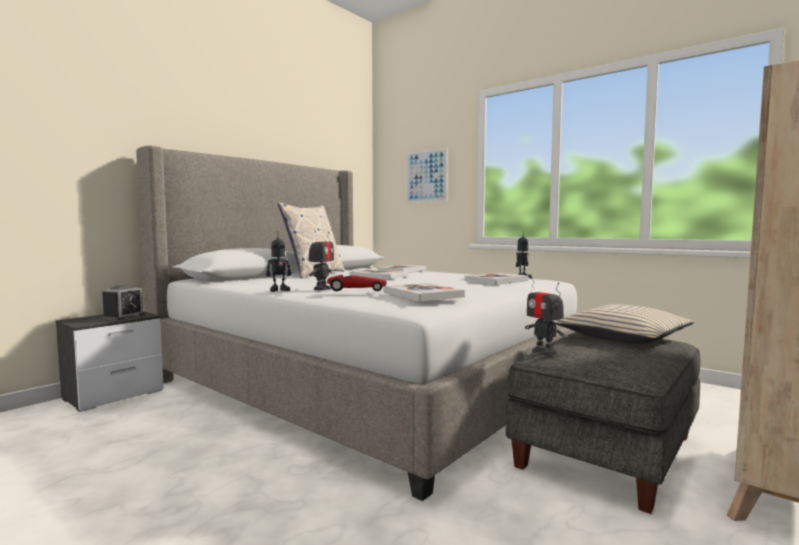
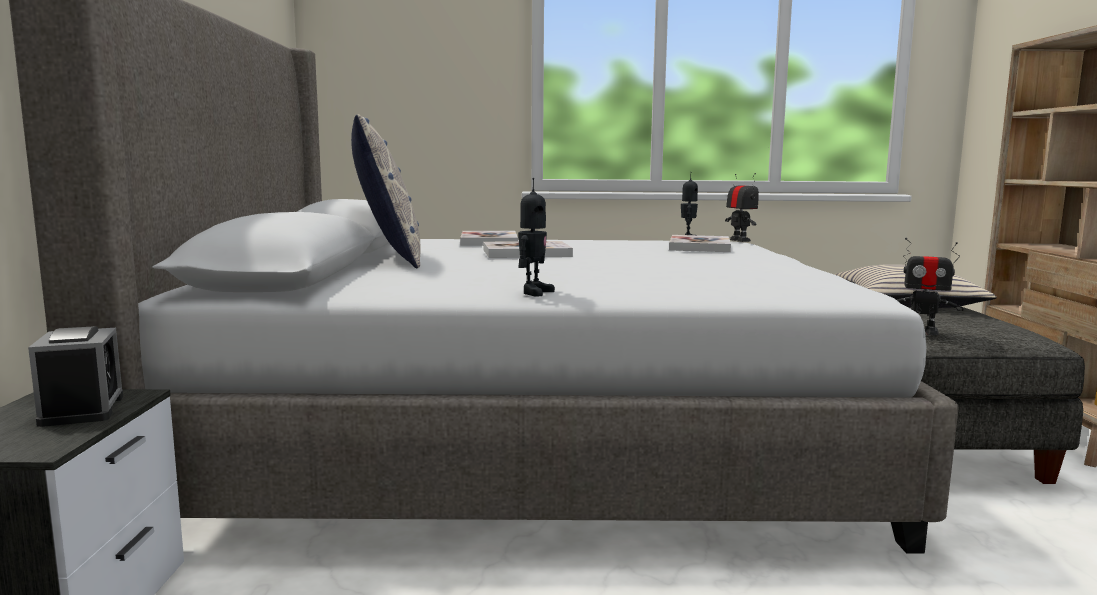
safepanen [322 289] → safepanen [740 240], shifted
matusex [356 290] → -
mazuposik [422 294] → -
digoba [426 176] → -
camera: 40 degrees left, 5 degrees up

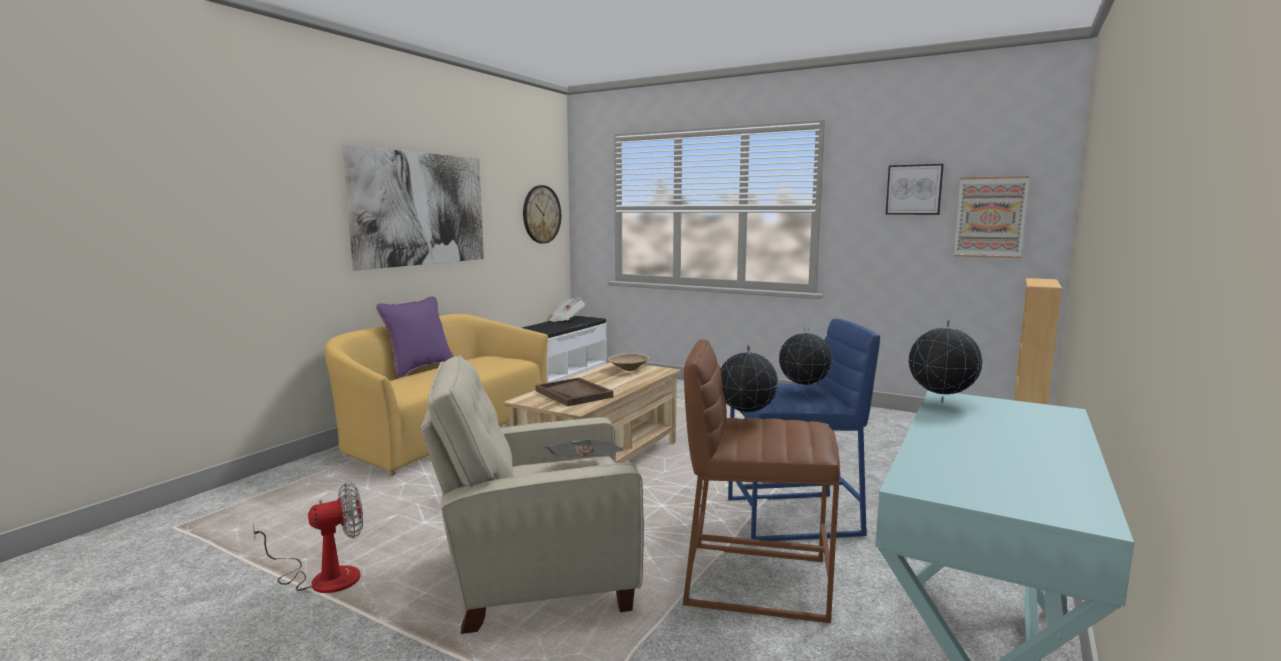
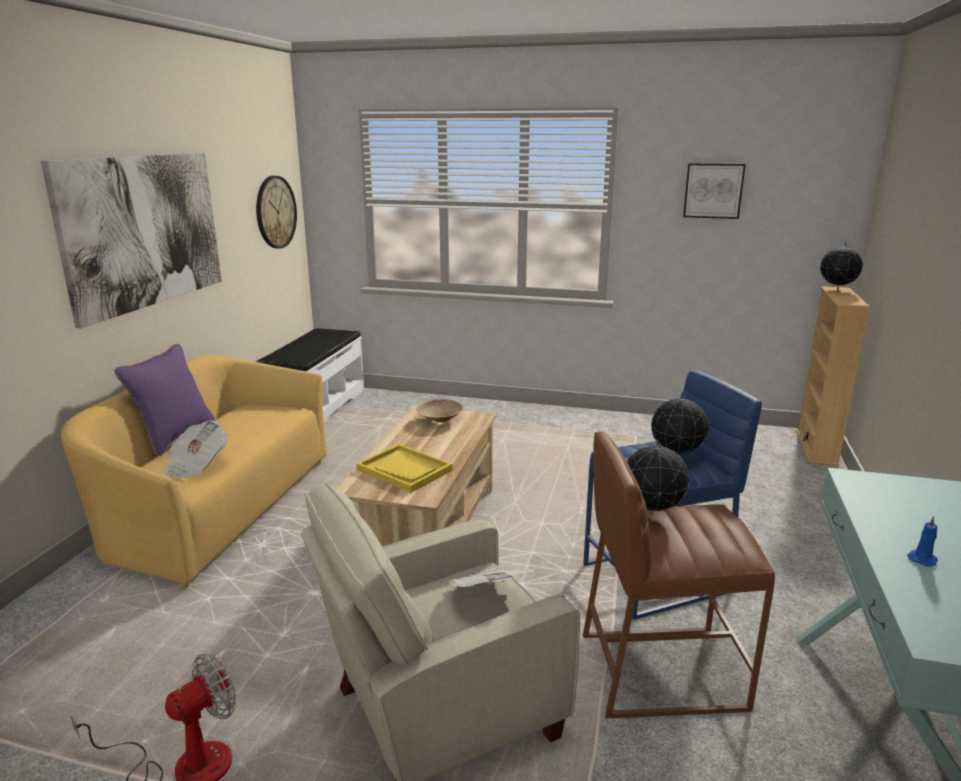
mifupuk [566 319] → mifupuk [196 466], shifted
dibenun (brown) [574 394] → dibenun (yellow) [404 470]
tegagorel [940 402] → tegagorel [836 290], shifted
- → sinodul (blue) [922 559]
digoba [990 217] → -
camera: 15 degrees left, 10 degrees up

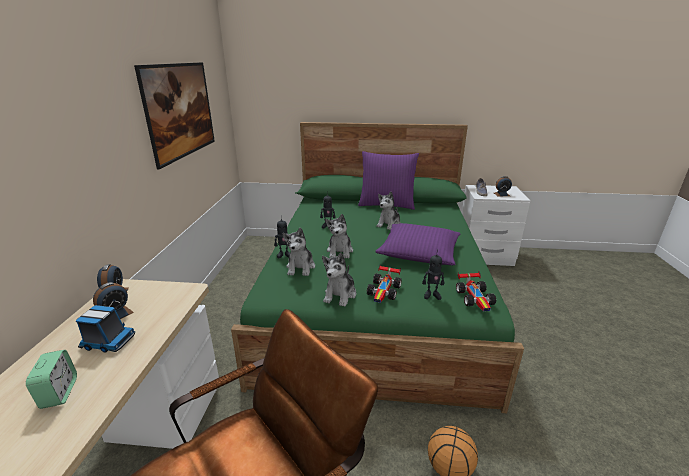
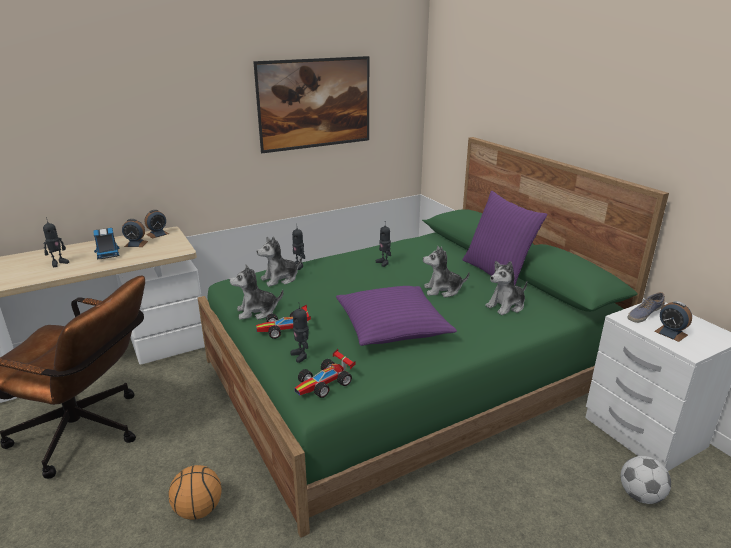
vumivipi [59 393] → safepanen [58 263]
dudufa [340 251] → dudufa [506 306], shifted
- → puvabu [640 495]
camera: 55 degrees right, 0 degrees up

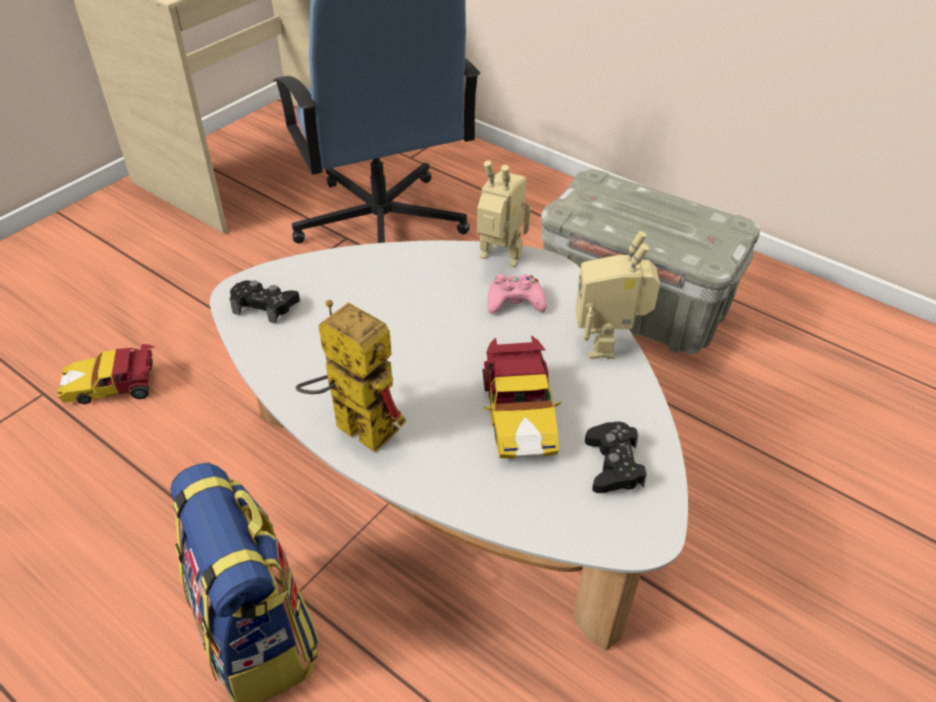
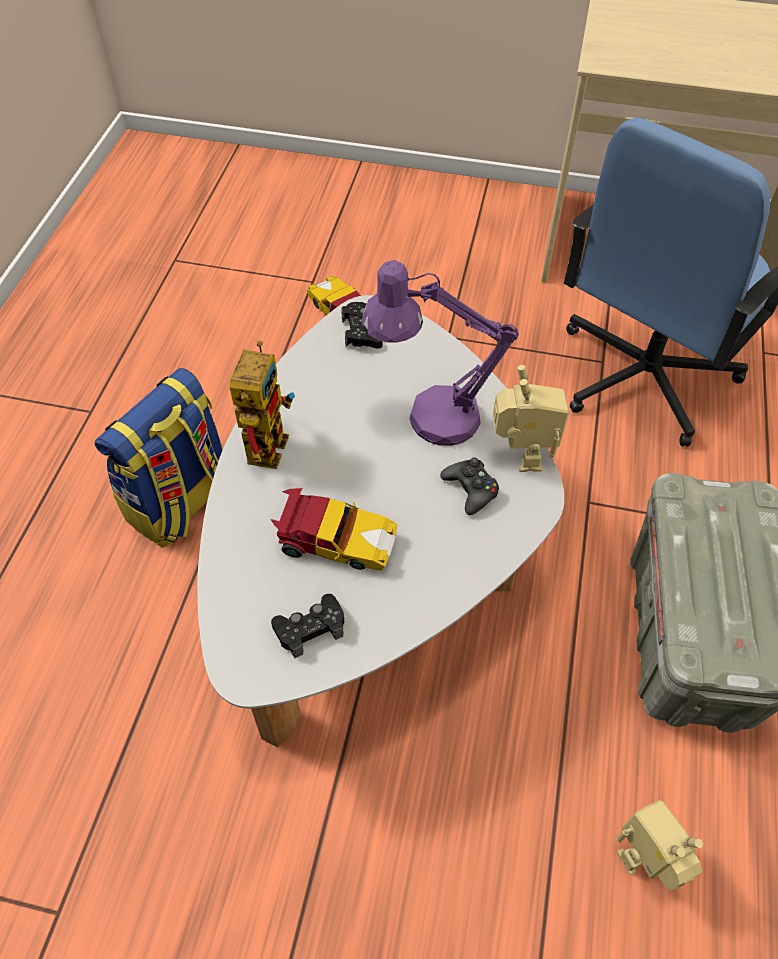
matusex [519 413] → matusex [334 541], 135 degrees counterclockwise
- → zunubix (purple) [428 417]
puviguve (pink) [515 301] → puviguve (black) [471 489]
safepanen [607 344] → safepanen [645 862], shifted
camera: 65 degrees right, 10 degrees up

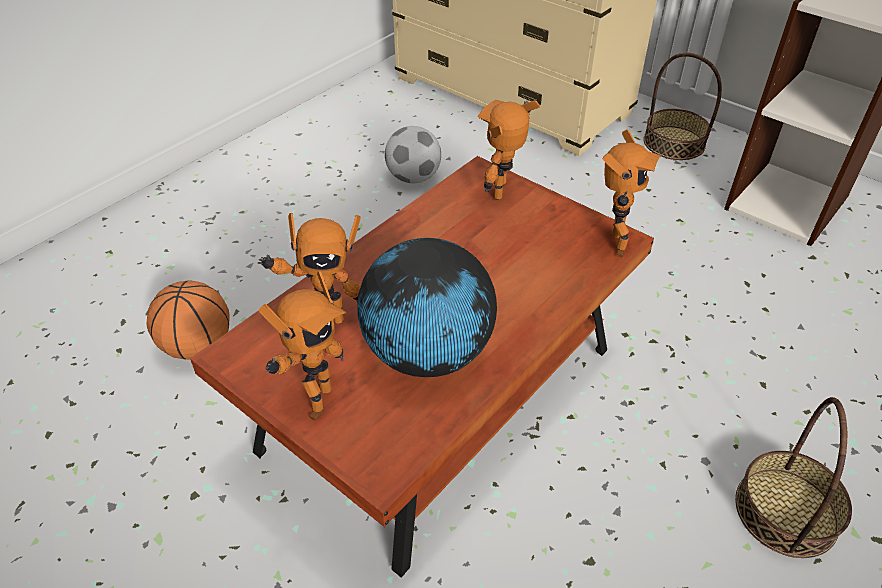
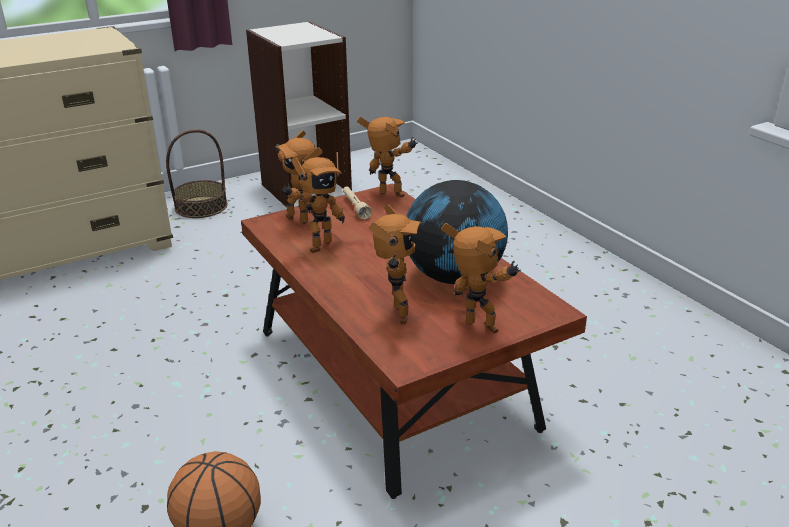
- → safepanen [317 245]
- → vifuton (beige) [355 207]
puvabu [413 177] → -
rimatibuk [786 512] → -
camera: 70 degrees left, 15 degrees down

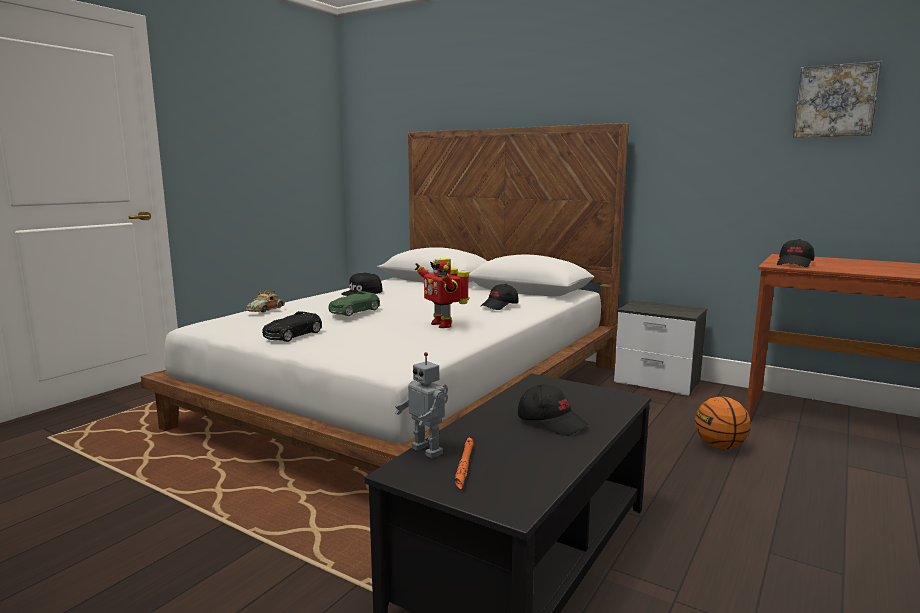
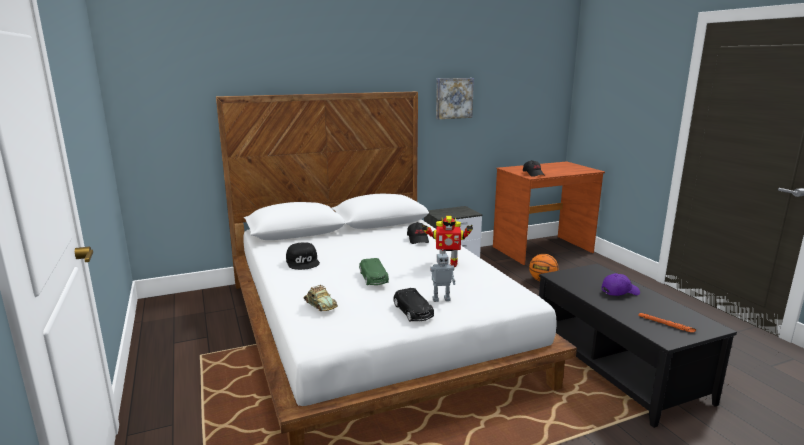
safepanen [428 450] → safepanen [441 299], shifted
digoba [835 101] → digoba [453 98], shifted
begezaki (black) [551 422] → begezaki (purple) [619 292]
camera: 55 degrees left, 5 degrees up

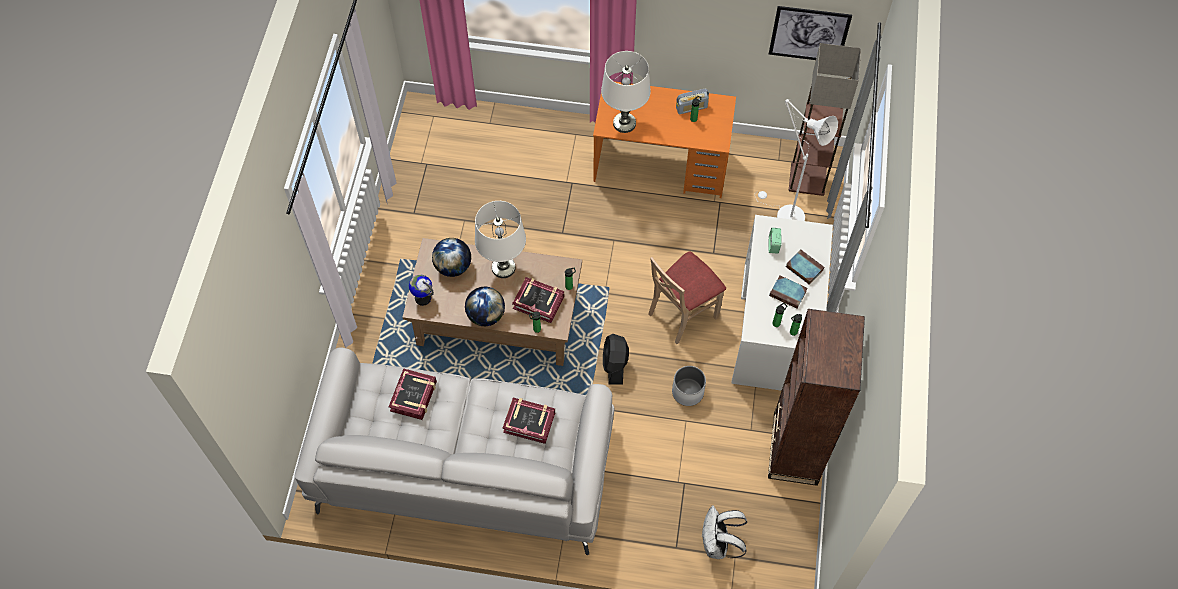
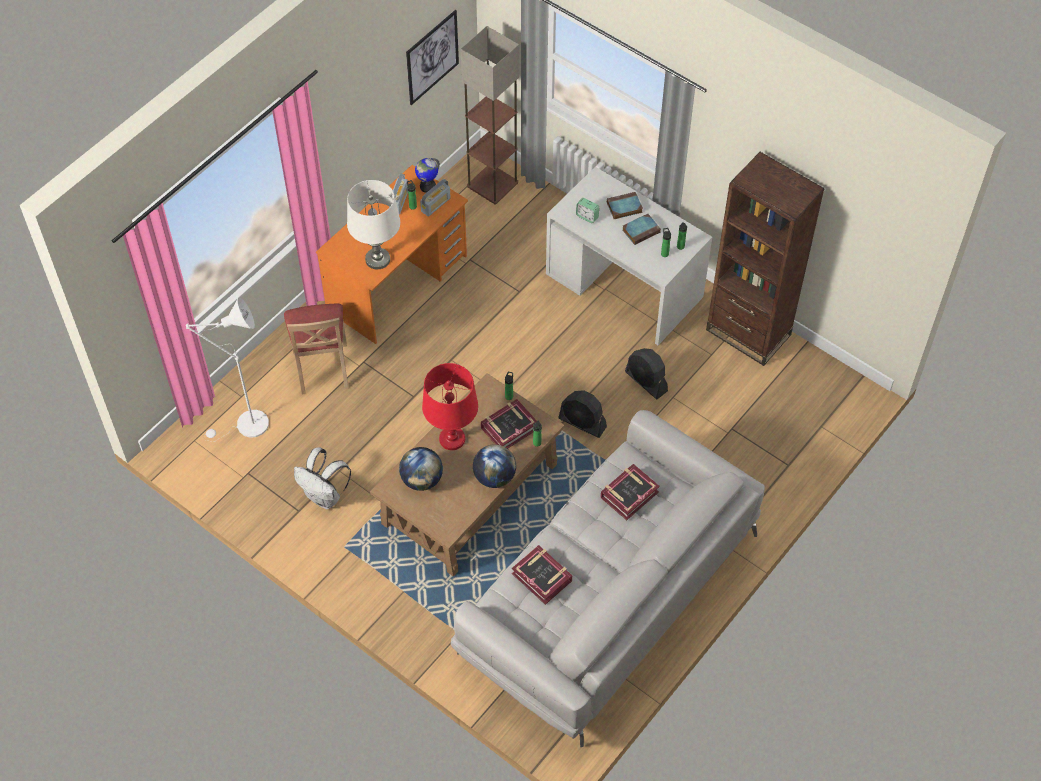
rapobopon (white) [785 214] → rapobopon (white) [246 426], shifted
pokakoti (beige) [682 313] → pokakoti (beige) [322 368], shifted
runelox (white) [718 545] → runelox (white) [325 496], shifted
tegagorel [423 298] → tegagorel [427 186], shifted
- → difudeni [435 205]
zunubix (white) [503 268] → zunubix (red) [452 439]
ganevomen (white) [688 392] → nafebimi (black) [646 381]
camera: 60 degrees left, 5 degrees down

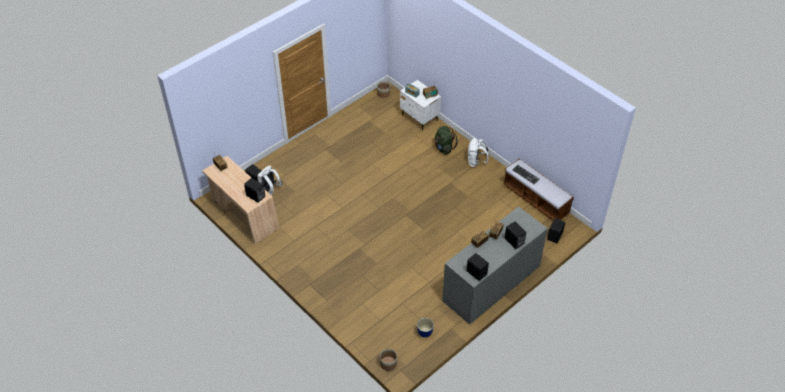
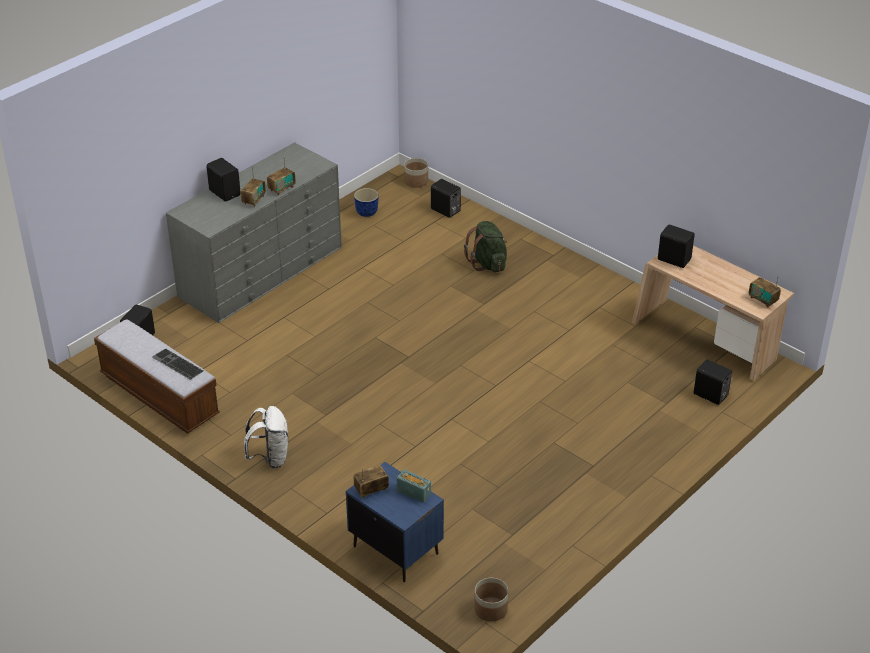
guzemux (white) [419 118] → guzemux (blue) [395 549]
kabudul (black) [476 272] → kabudul (black) [445 211], shifted
runelox (green) [443 148] → runelox (green) [488 264], shifted
runelox (white) [269 190] → -
camera: 175 degrees right, 10 degrees down

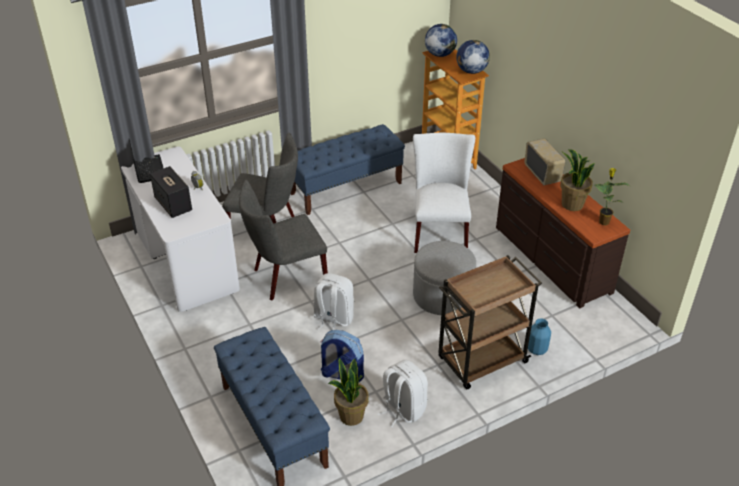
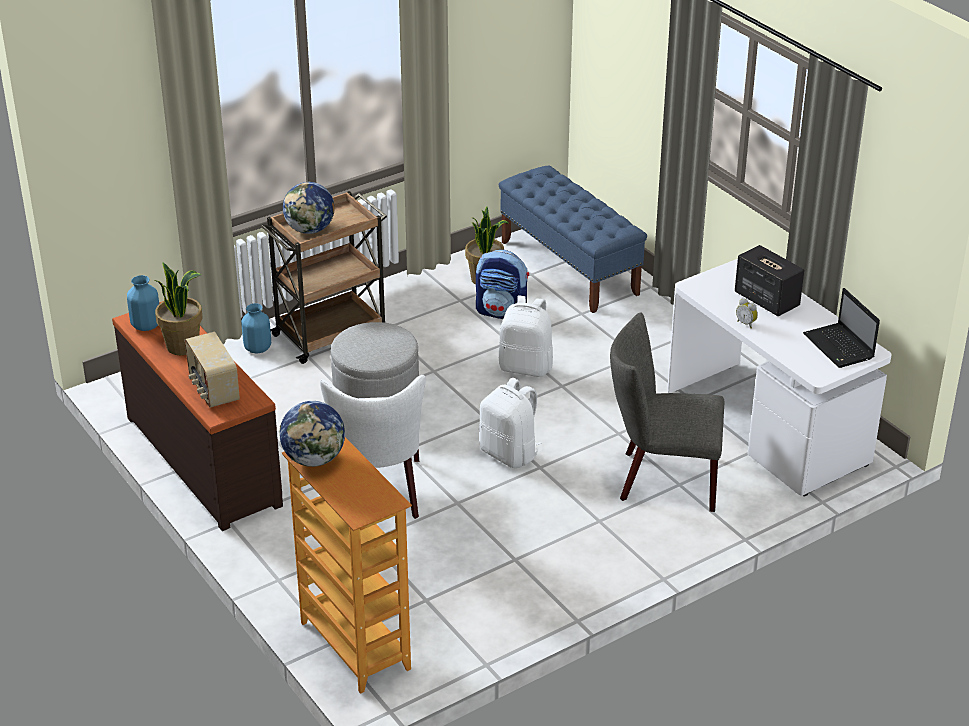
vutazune [603 221] → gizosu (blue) [146 325]
tegagorel [440 54] → tegagorel [310 230], shifted
runelox (white) [402 409] → runelox (white) [510 454], shifted
pokakoti (grey) [285 277] → -
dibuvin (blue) [346 188] → -
camera: 175 degrees right, 5 degrees down

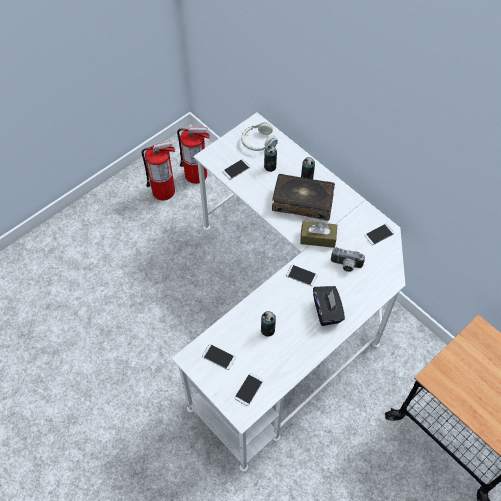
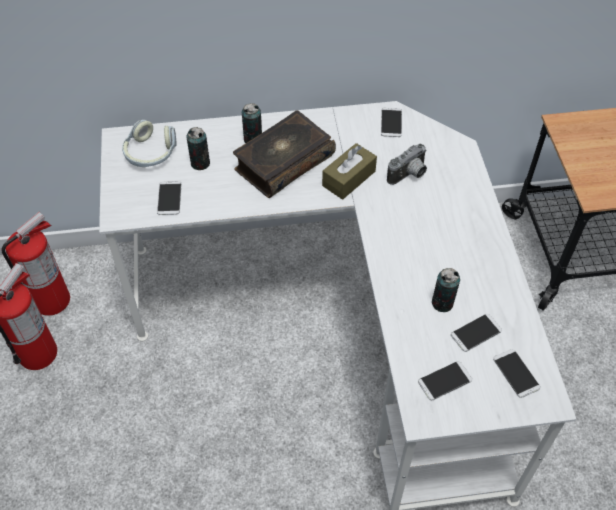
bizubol [301 275] → bizubol [476 333], shifted
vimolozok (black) [327 311] → -
camera: 55 degrees left, 5 degrees down

